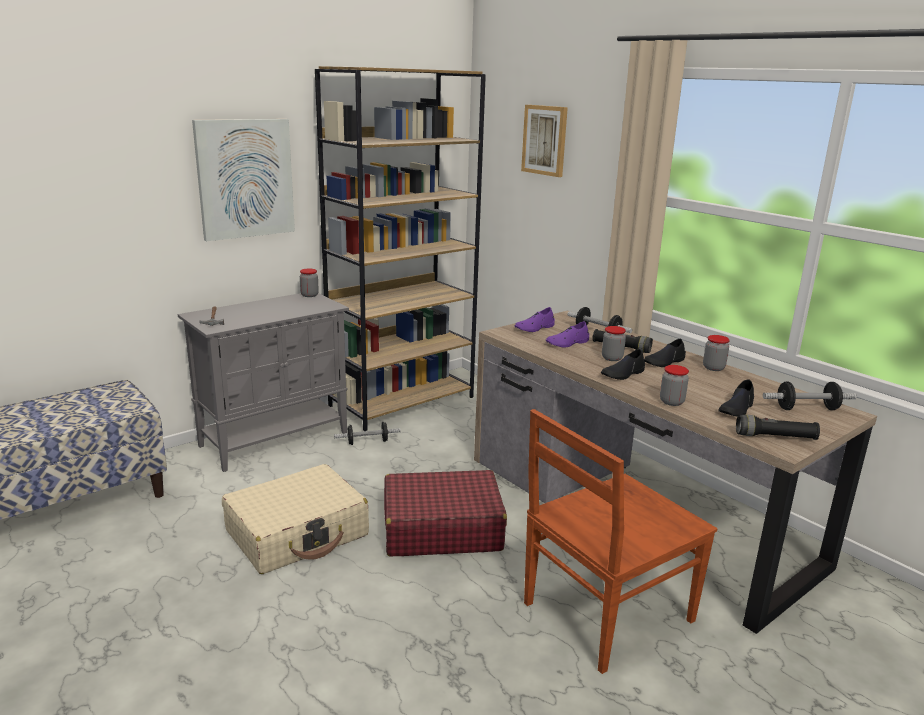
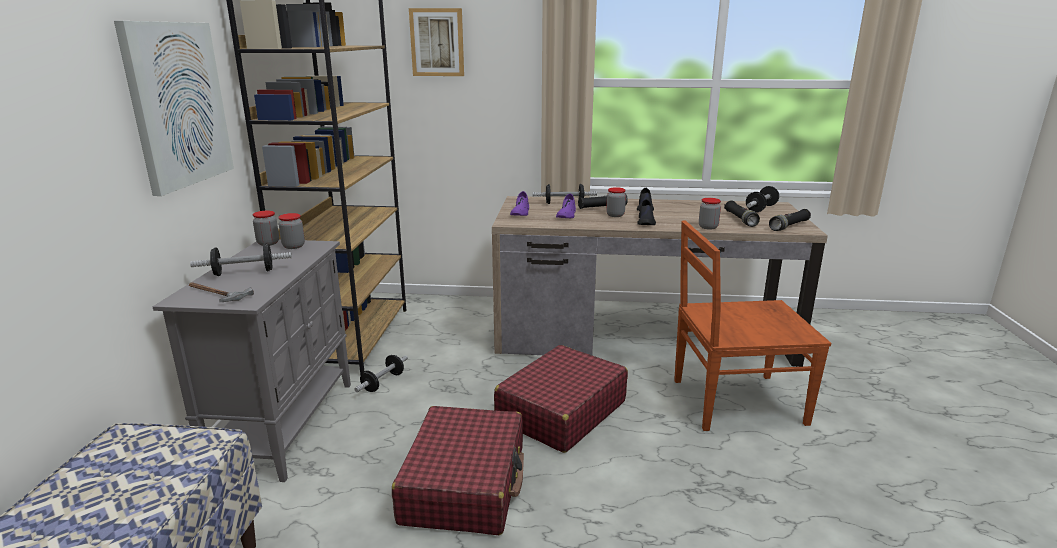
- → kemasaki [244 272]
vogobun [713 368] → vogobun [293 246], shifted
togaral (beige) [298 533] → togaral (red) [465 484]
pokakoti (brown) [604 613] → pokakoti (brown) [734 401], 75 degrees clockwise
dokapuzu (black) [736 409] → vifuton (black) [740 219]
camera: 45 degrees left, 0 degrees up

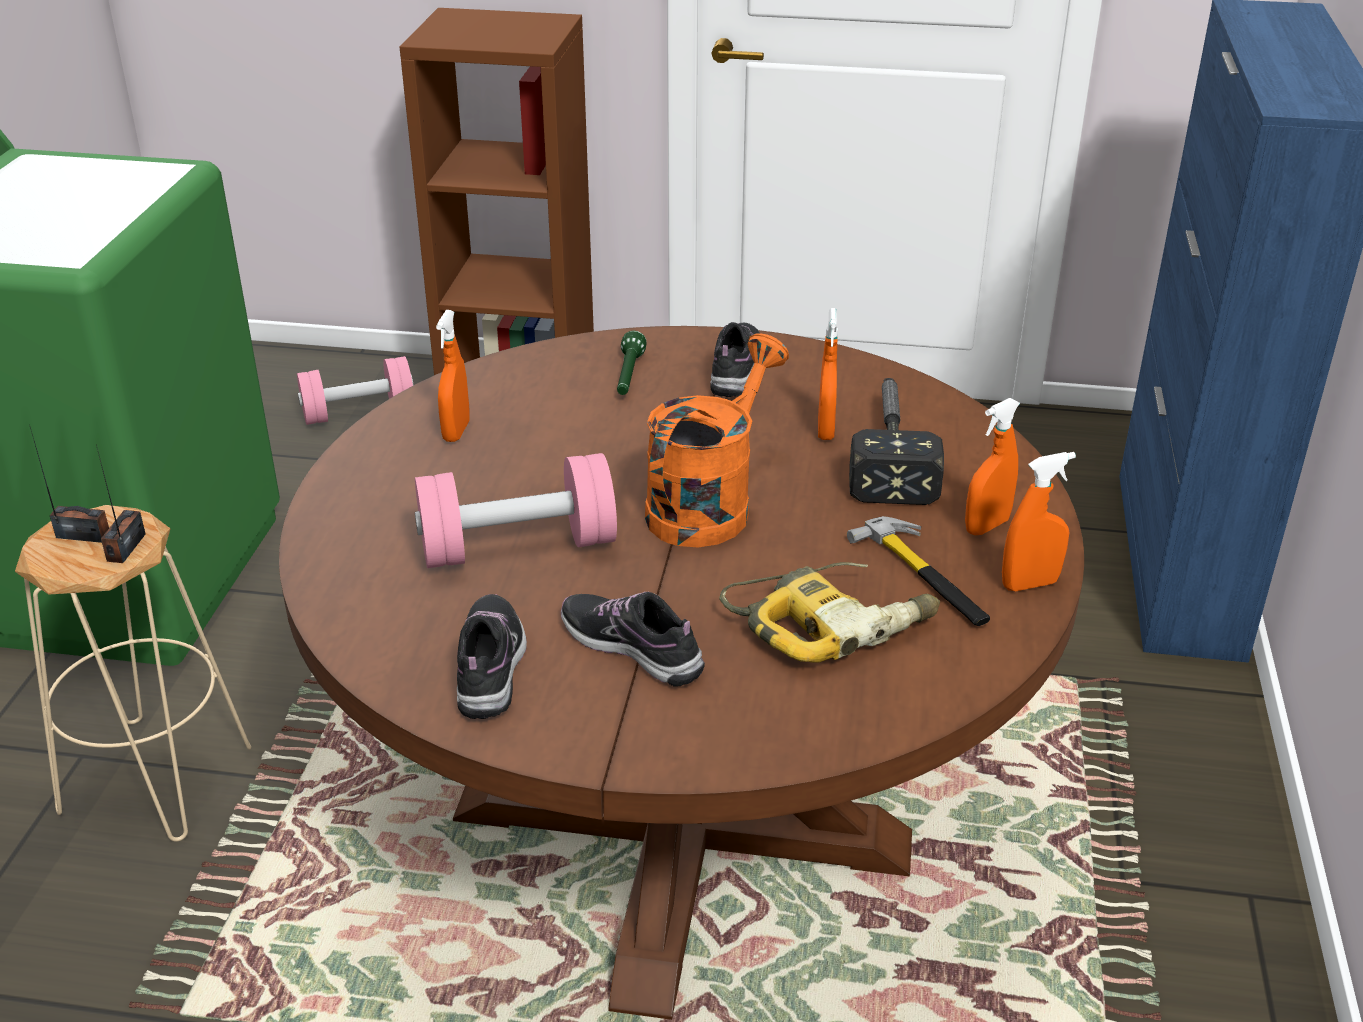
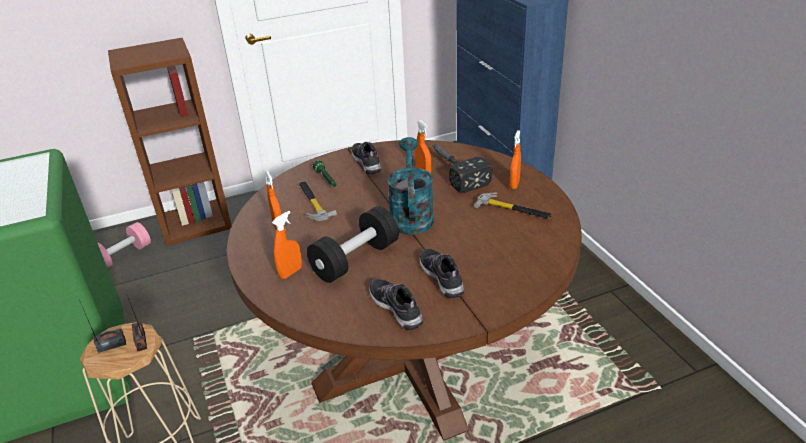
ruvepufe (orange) [1030 584] → ruvepufe (orange) [290 272], shifted
- → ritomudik [312 202]
kemasaki (pink) [518 547] → kemasaki (black) [355 259]
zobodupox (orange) [708 504] → zobodupox (turquoise) [411 215]
dokapuzu [632 648] → dokapuzu [441 277], 60 degrees clockwise
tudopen [831 622] → -
camera: 30 degrees left, 0 degrees up

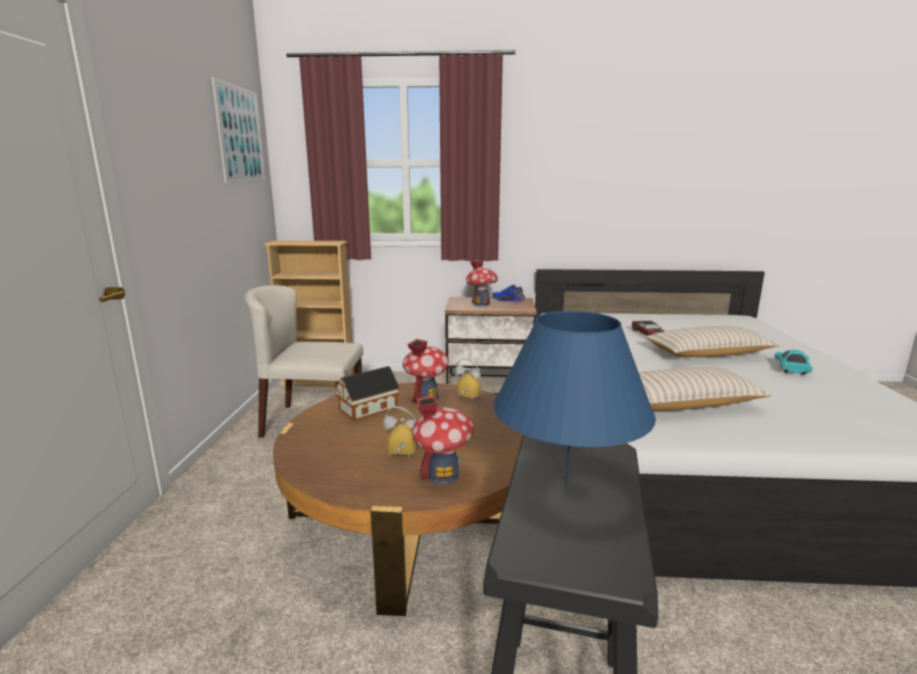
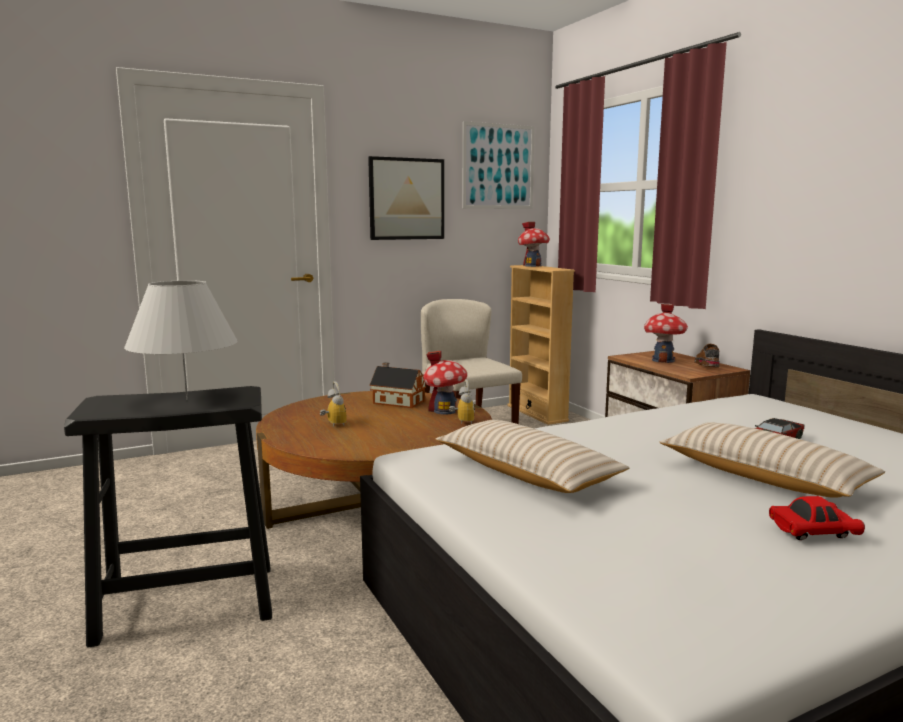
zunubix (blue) [566 483] → zunubix (white) [187 399]
- → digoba [406 199]
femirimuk [443 475] → femirimuk [533 266], shifted
dokapuzu (blue) [507 300] → dokapuzu (brown) [706 365]
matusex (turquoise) [792 369] → matusex (red) [812 533]
camera: 60 degrees right, 5 degrees down

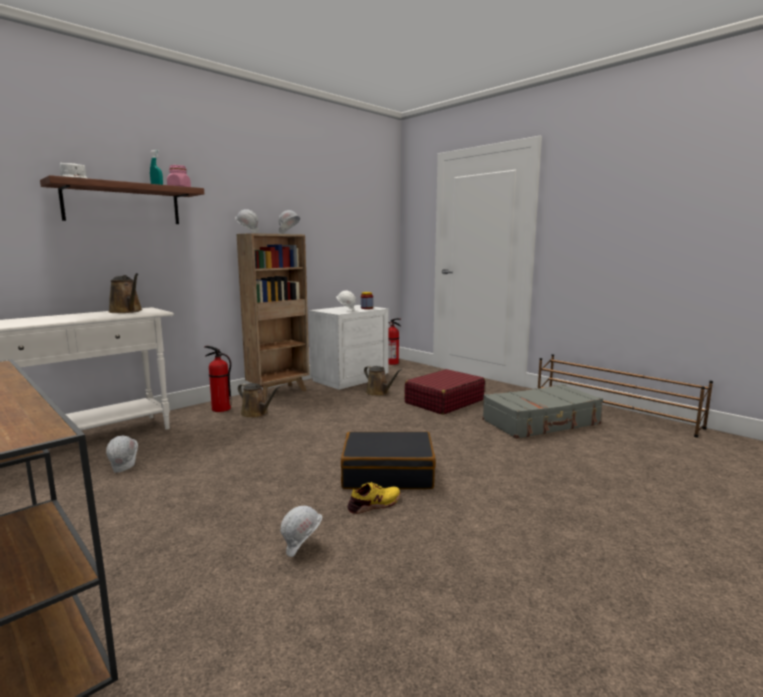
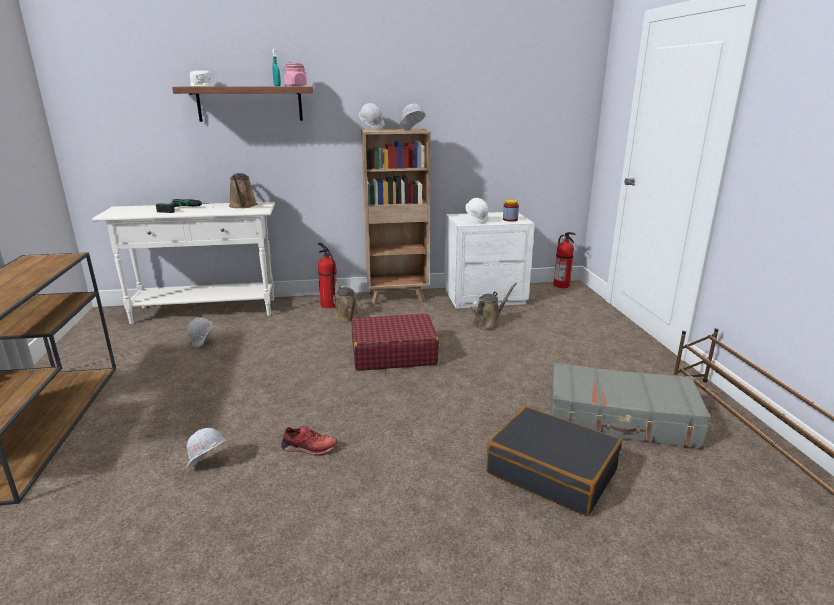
- → tudopen [184 209]
dokapuzu (yellow) [374 504] → dokapuzu (red) [308 448]
togaral (red) [444 402] → togaral (red) [393 354], shifted
zobodupox (brown) [379 393] → zobodupox (brown) [489 323], 120 degrees counterclockwise
togaral (black) [388 473] → togaral (black) [551 472], shifted
camera: 35 degrees right, 10 degrees up

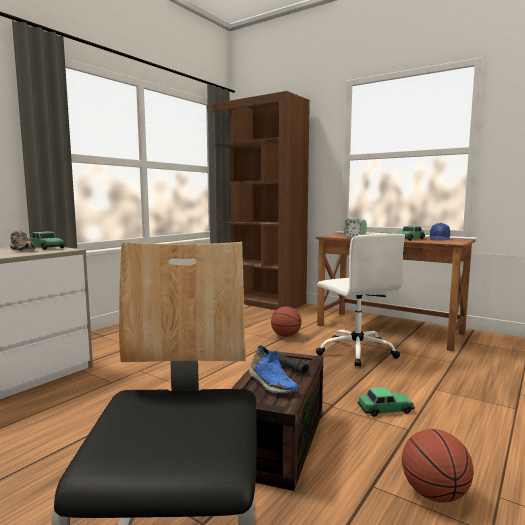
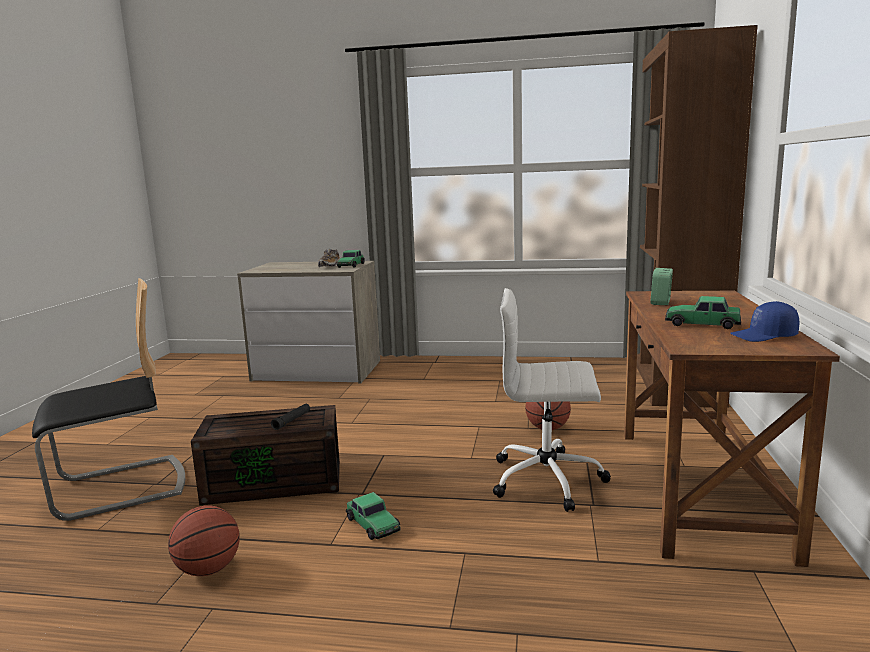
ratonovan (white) [356 351] → ratonovan (white) [549 479], 60 degrees clockwise
dokapuzu (blue) [271 384] → -
camera: 65 degrees right, 5 degrees up

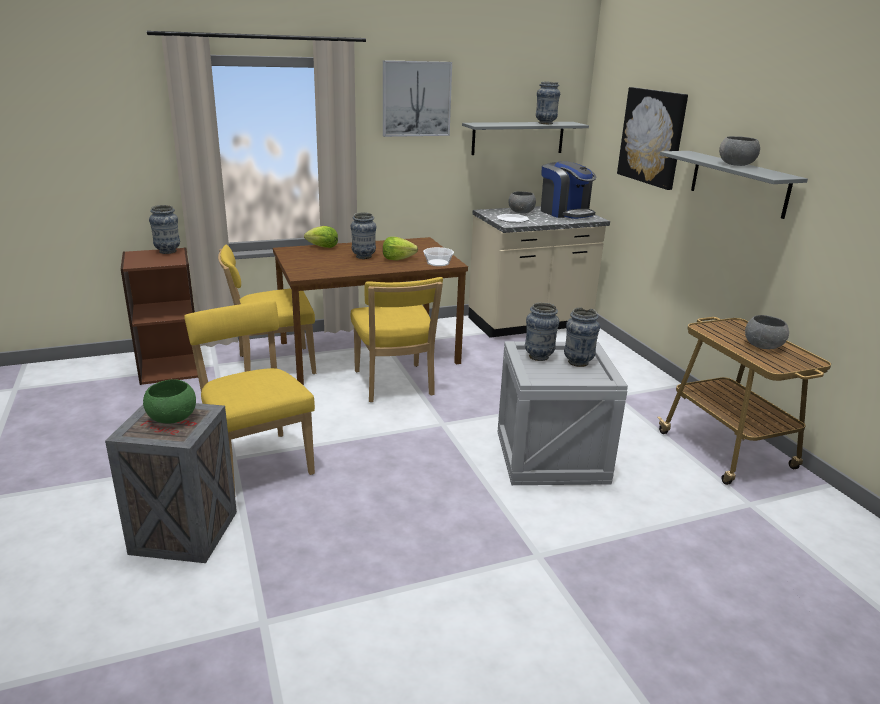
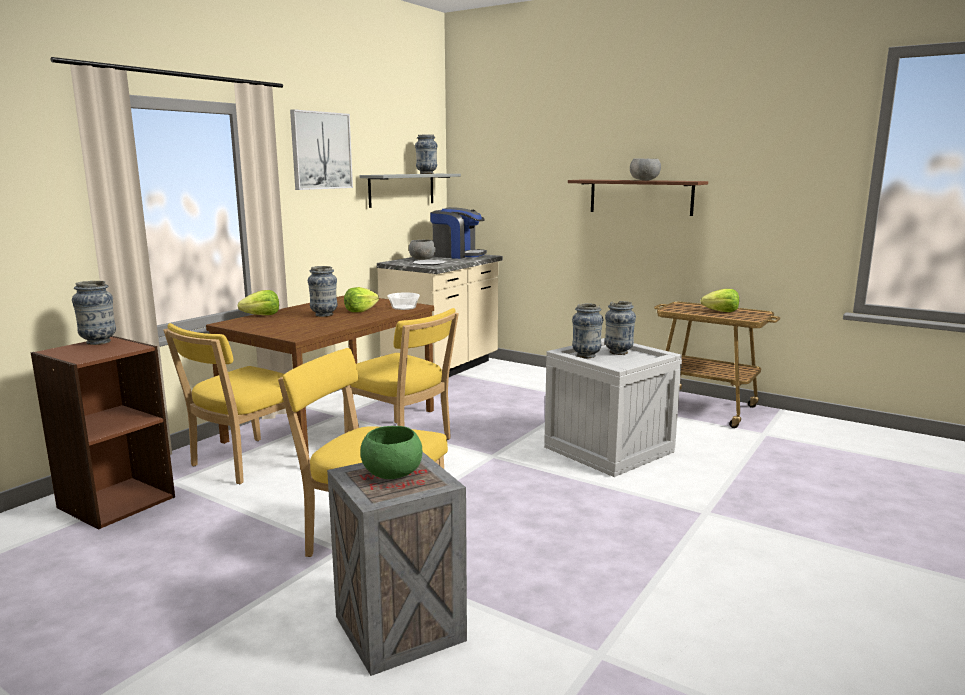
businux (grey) [738 183] → businux (brown) [640 197]
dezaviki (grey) [763 346] → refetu [721 311]
digoba [652 137] → -
camera: 35 degrees left, 10 degrees down

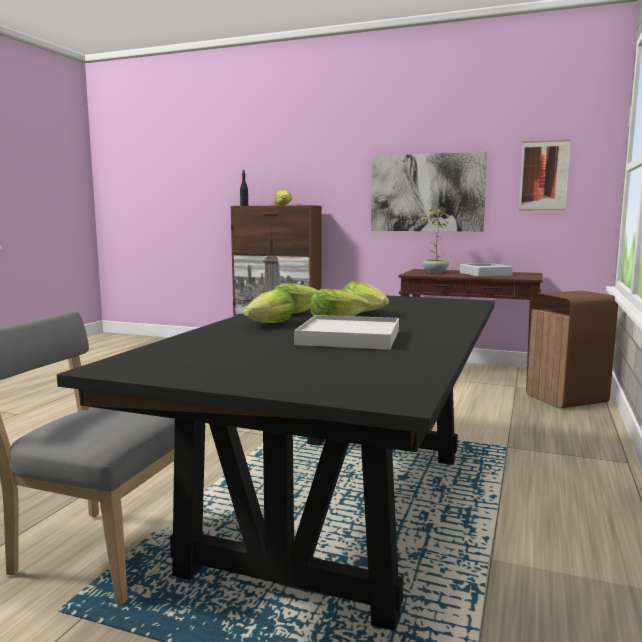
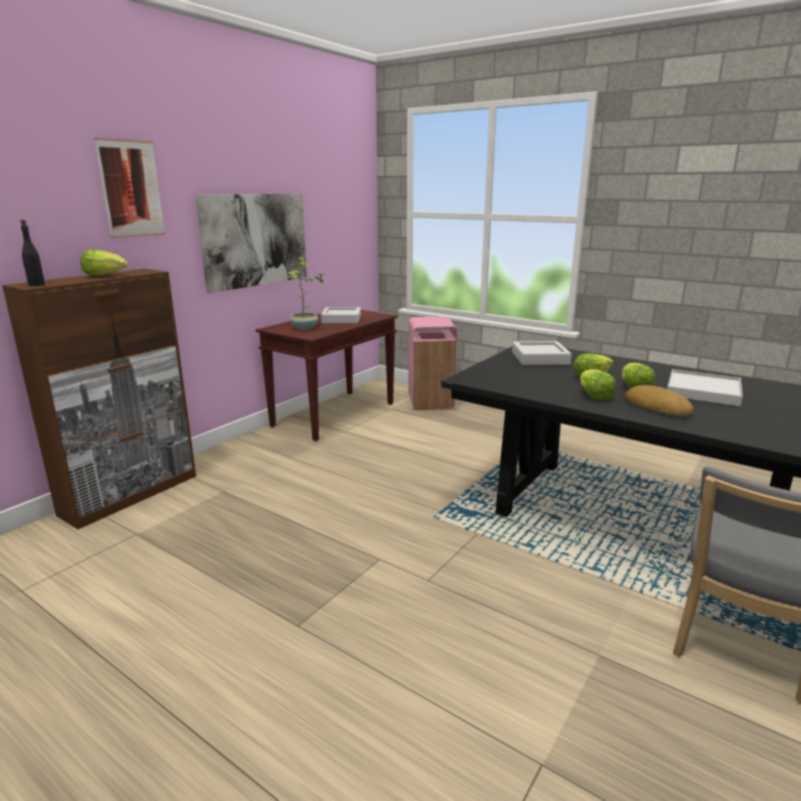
digoba [544 175] → digoba [131 189], shifted
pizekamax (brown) [567 399] → pizekamax (pink) [431 402]
- → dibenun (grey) [540 358]
refetu [270 324] → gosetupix [657 407]
camera: 75 degrees left, 10 degrees up

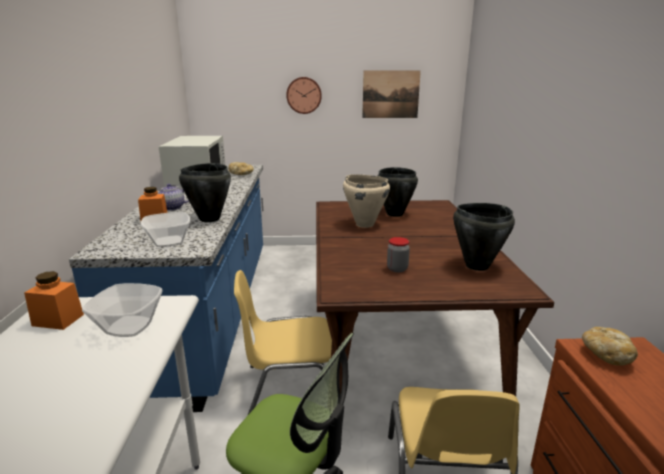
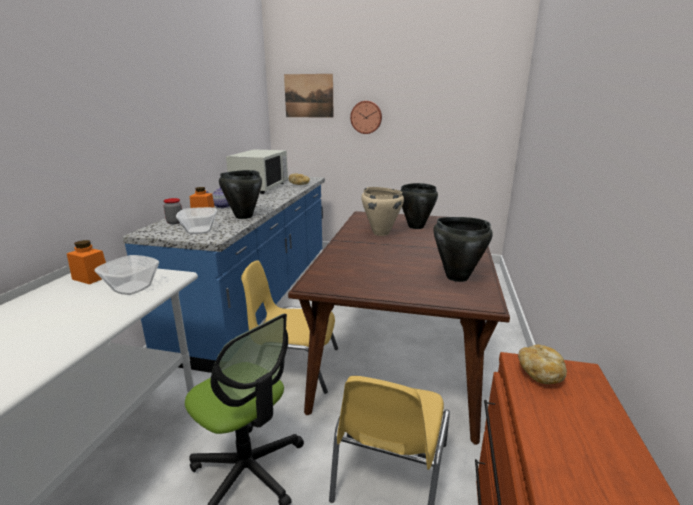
vogobun [397 269] → vogobun [175 222], shifted
digoba [390 94] → digoba [309 96], shifted
camera: 15 degrees right, 0 degrees up

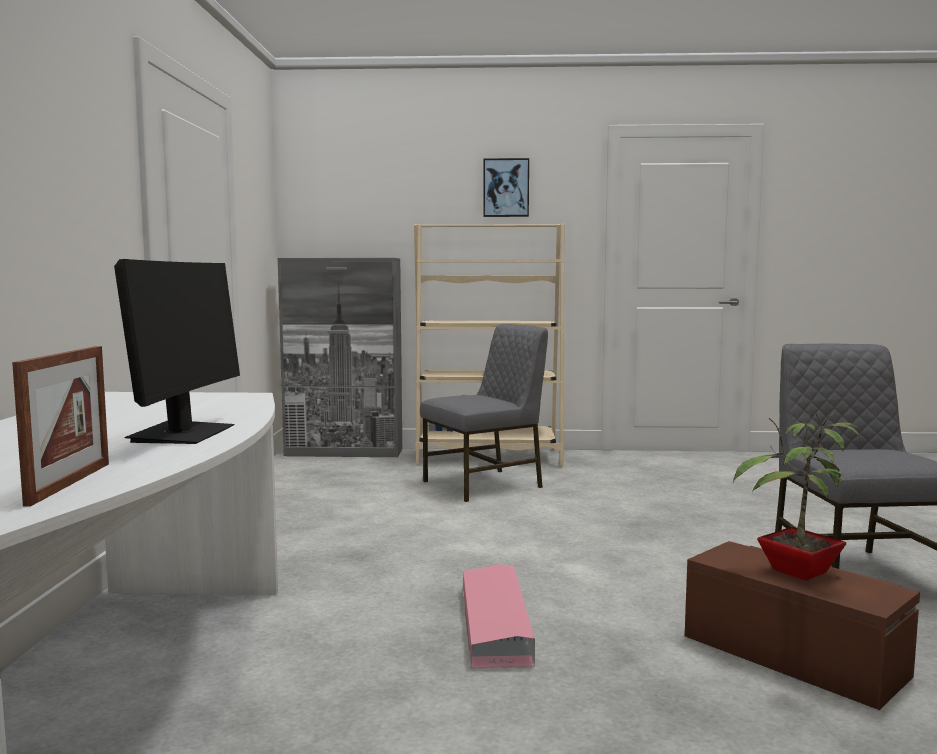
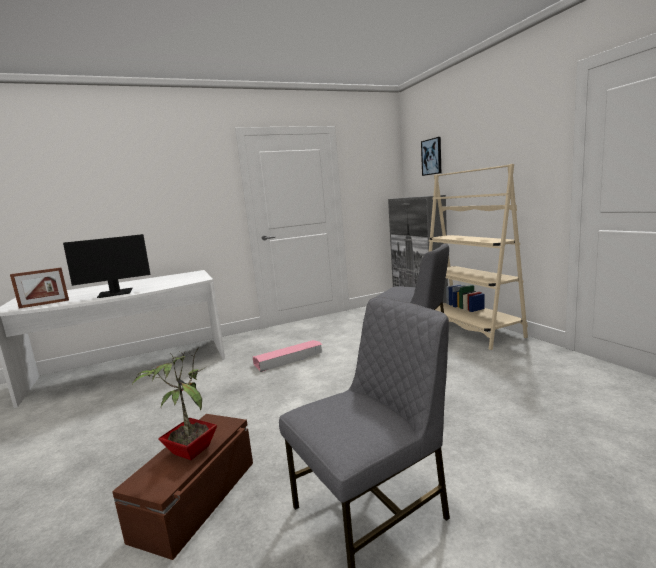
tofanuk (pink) [495 624] → tofanuk (pink) [289 359], shifted
digoba [506 188] → digoba [432 157], shifted
camera: 65 degrees right, 5 degrees up

